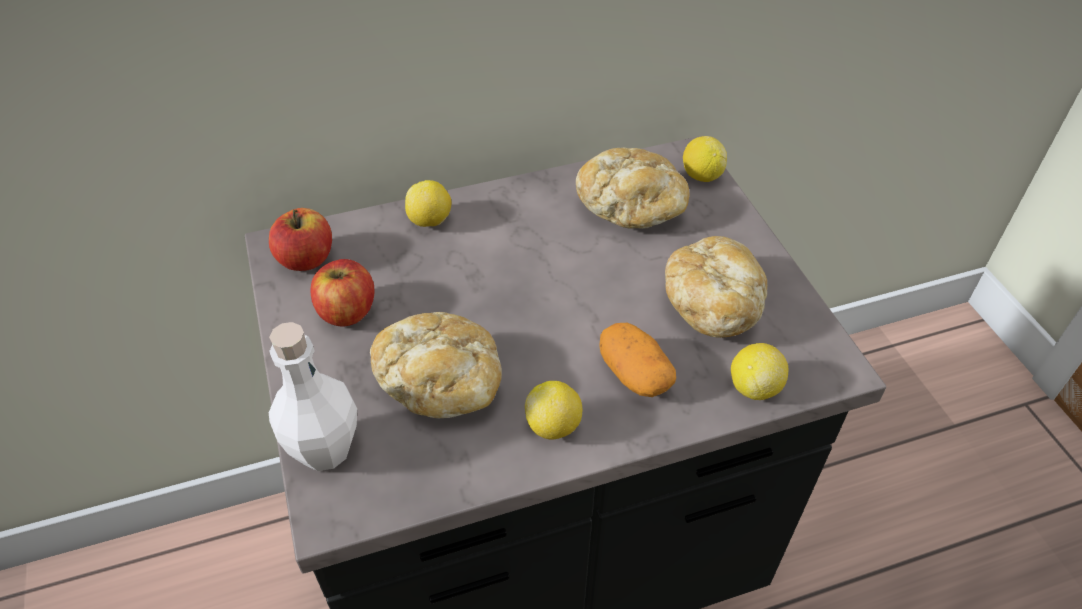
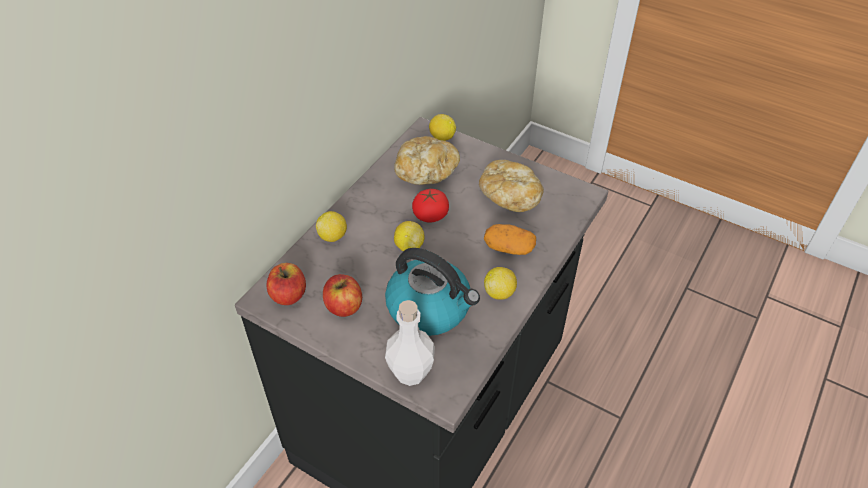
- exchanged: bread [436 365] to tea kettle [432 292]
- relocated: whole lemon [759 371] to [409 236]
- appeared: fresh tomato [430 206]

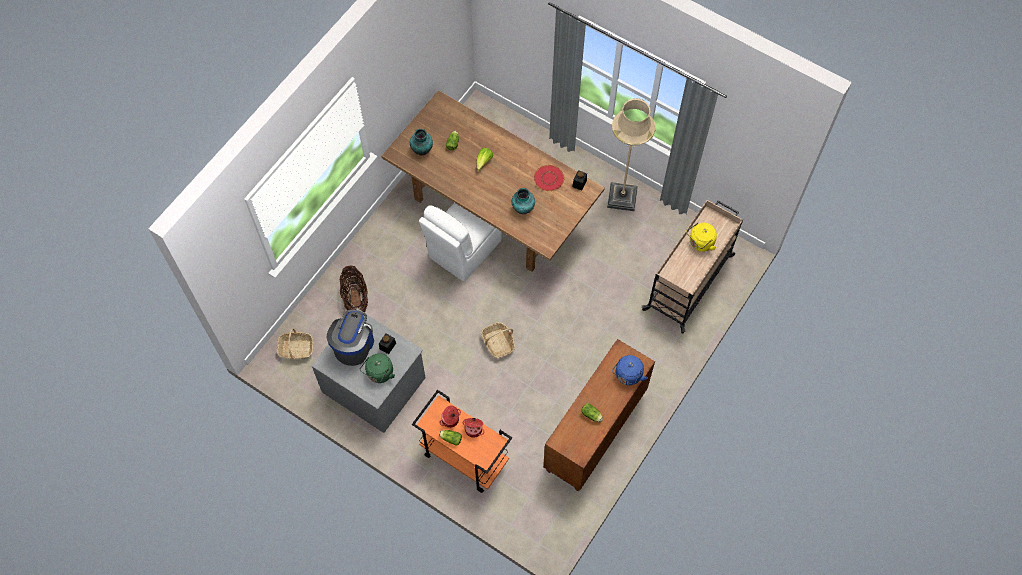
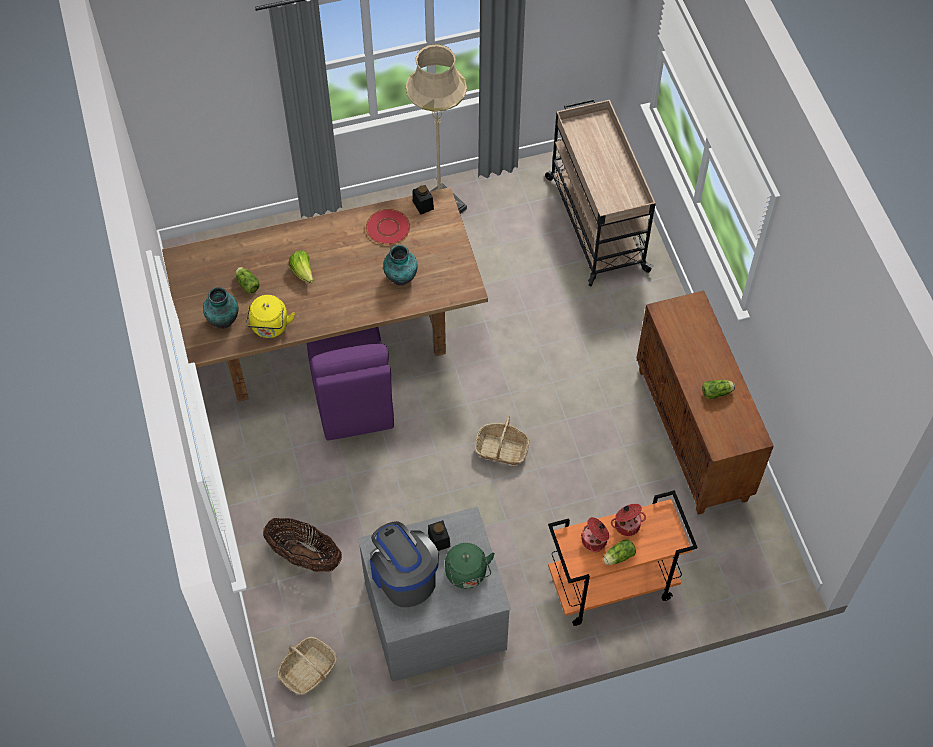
- colour: whitish upright chair [460 242] to purple upright chair [350 383]
- missing: blue-coloured tea kettle [630 370]
- relocated: yellow tea kettle [701 237] to [270 316]

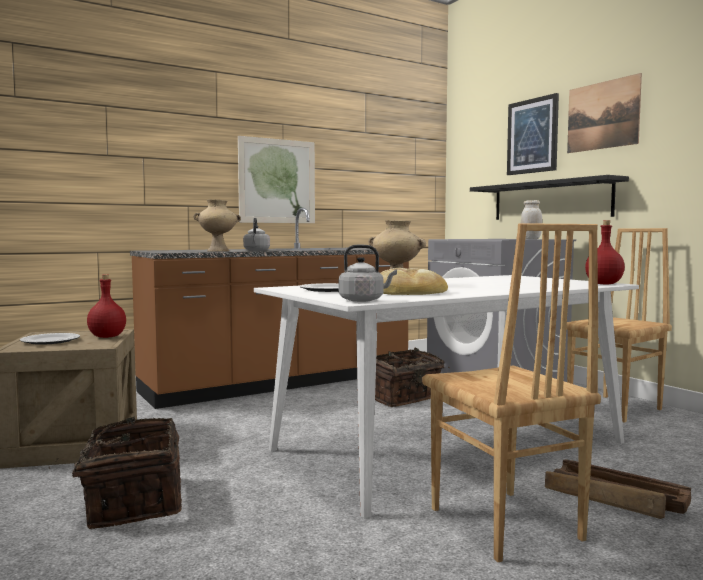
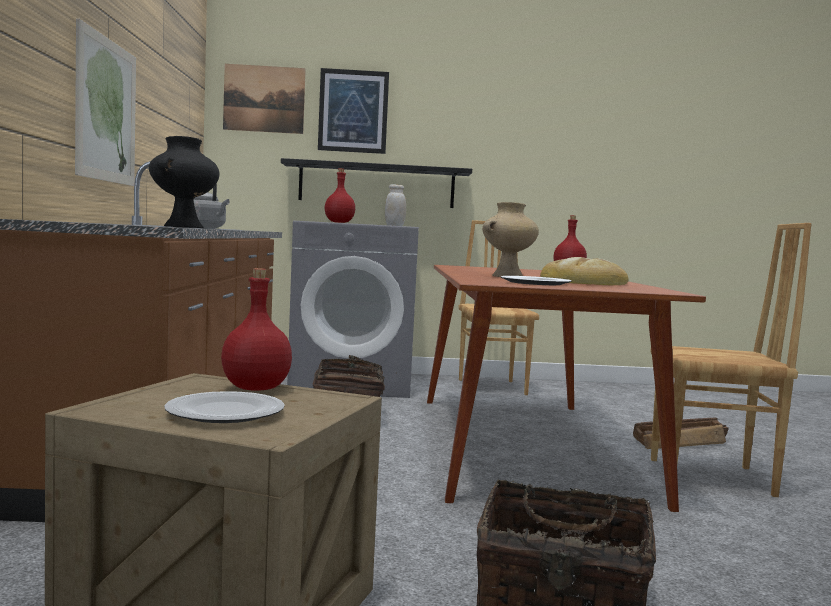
- colour: beige decorative vase [217 225] to black-coloured decorative vase [184 182]
- colour: whitish dining table [446 397] to brown dining table [566 388]
- missing: gray tea kettle [368 273]
- relocated: wall art [604 113] to [264 99]
- appeared: red-coloured drink bottle [340 195]

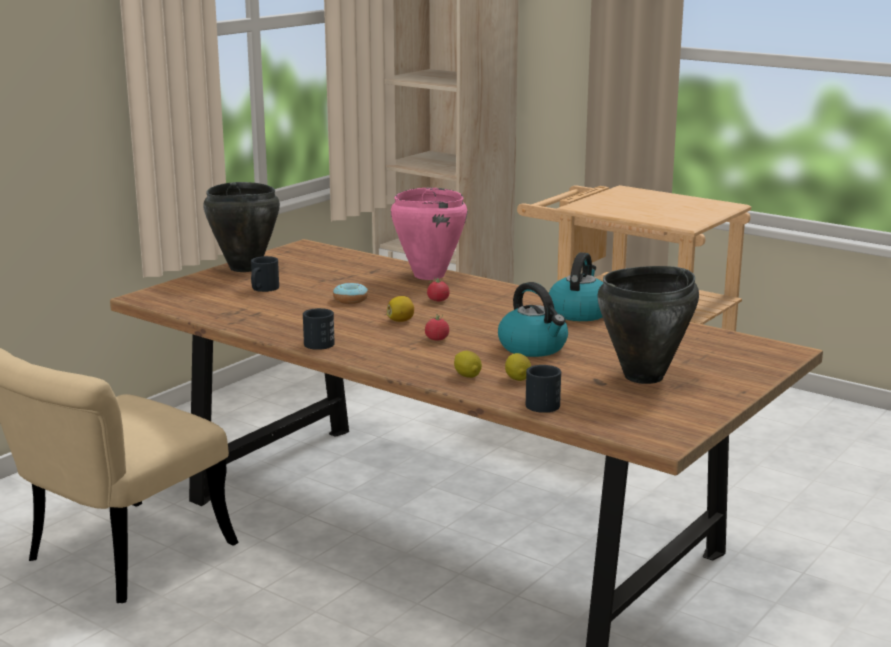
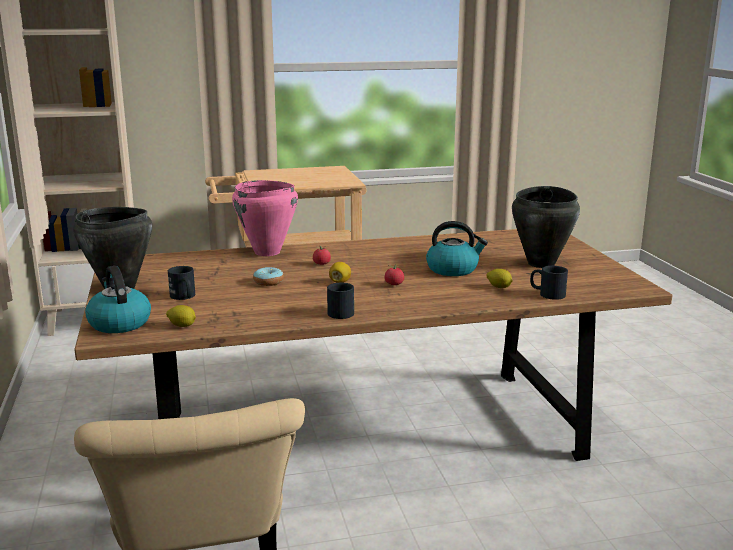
- relocated: whole lemon [468 364] to [181 316]
- relocated: tea kettle [576 286] to [118 299]

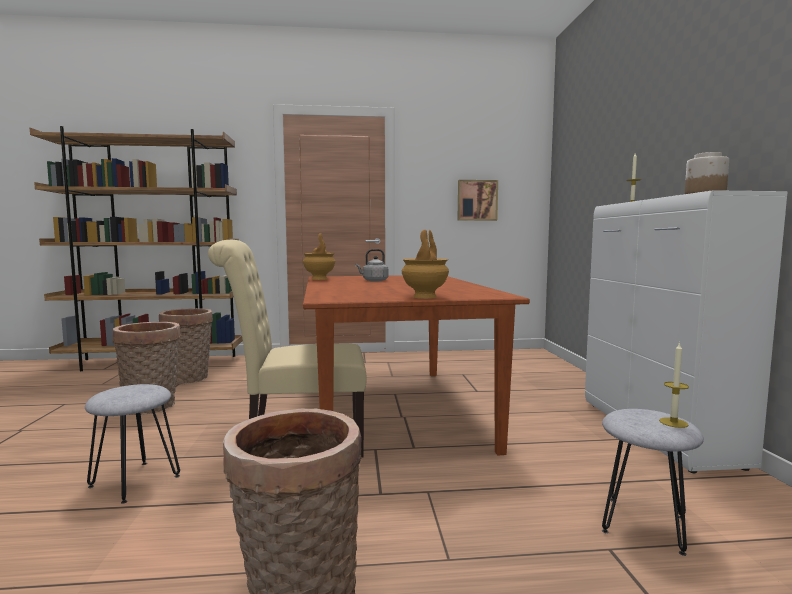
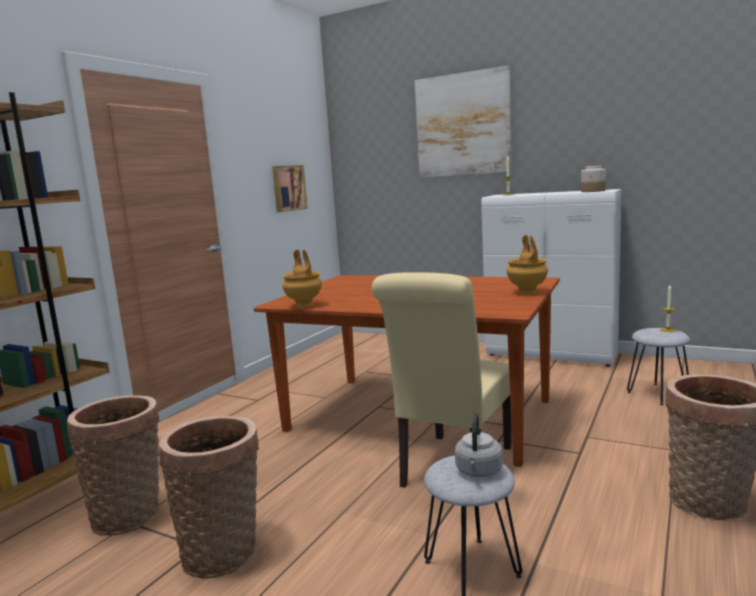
- relocated: gray tea kettle [372 265] to [479 445]
- appeared: wall art [463 122]

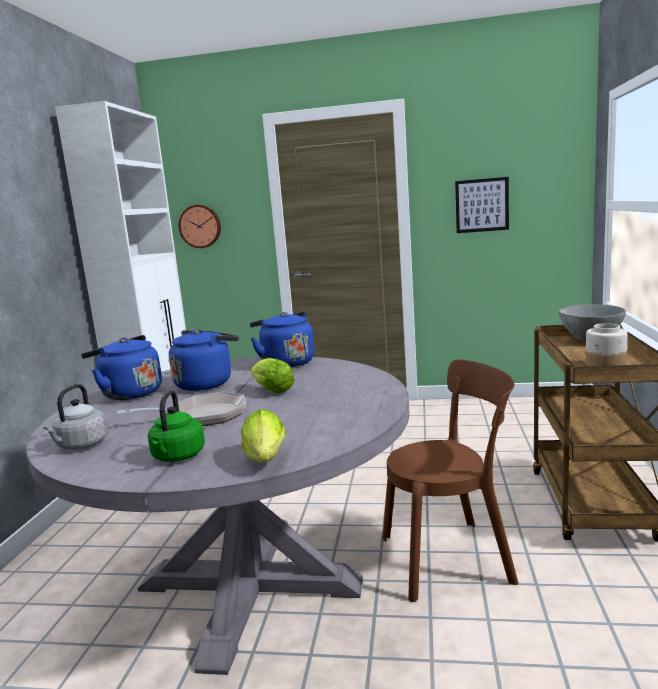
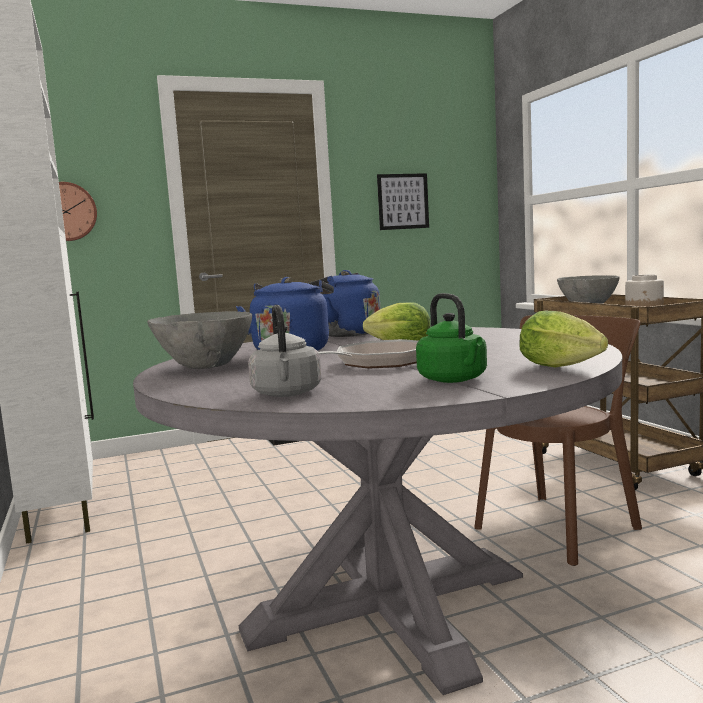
- exchanged: blue-coloured tea kettle [121 367] to gray deep dish [199 340]

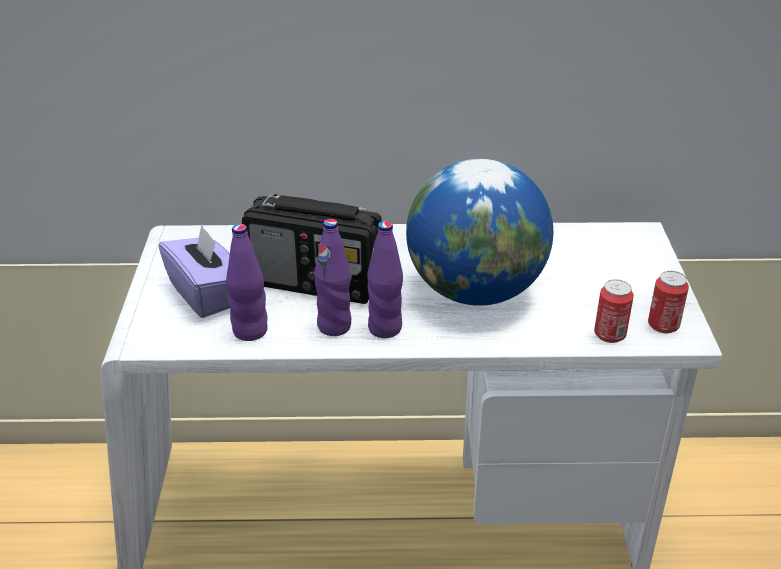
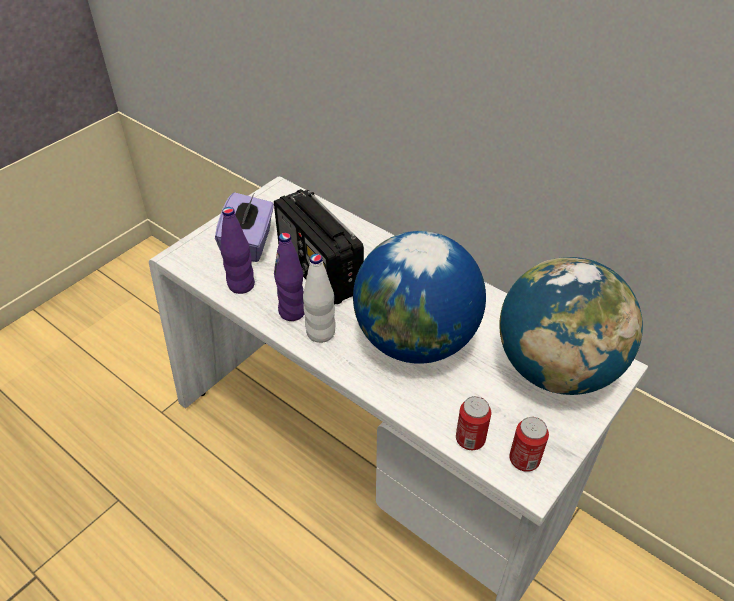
- colour: purple drink bottle [385 279] to whitish drink bottle [319 298]
- appeared: desk globe [571 326]

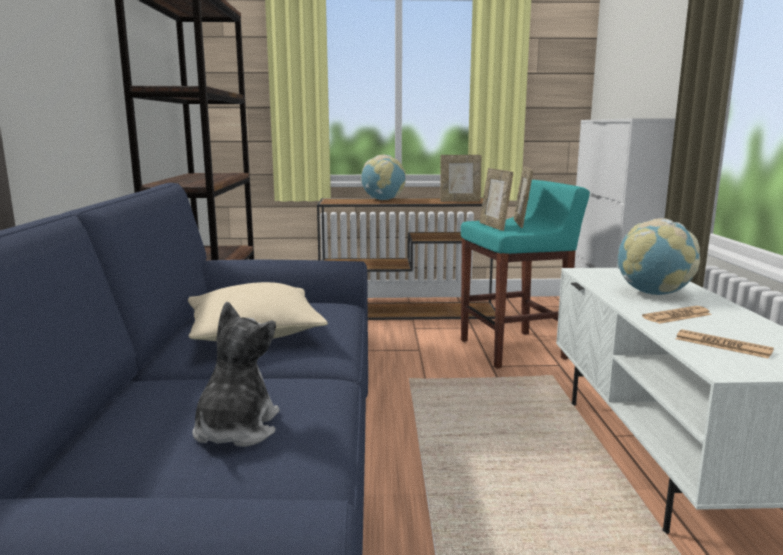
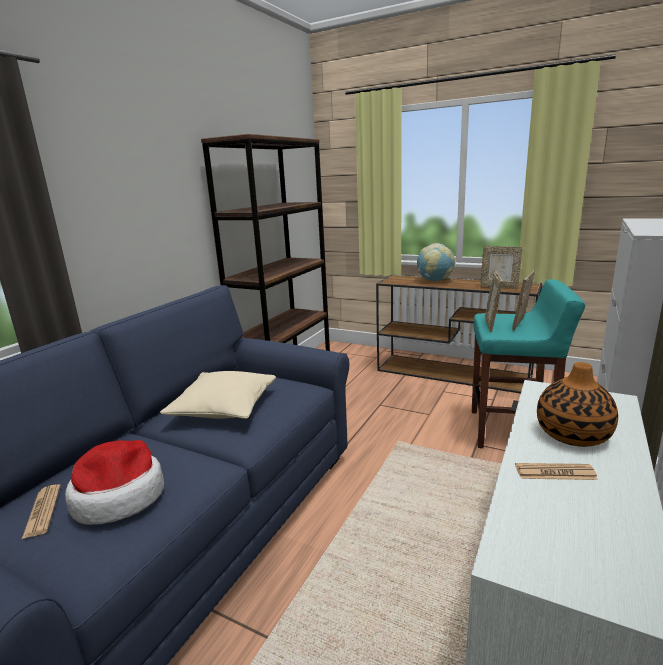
- exchanged: soft toy [236 374] to hat [114 482]
- exchanged: desk globe [658 256] to decorative vase [577 404]
- relocated: printed paper [725 344] to [41 511]

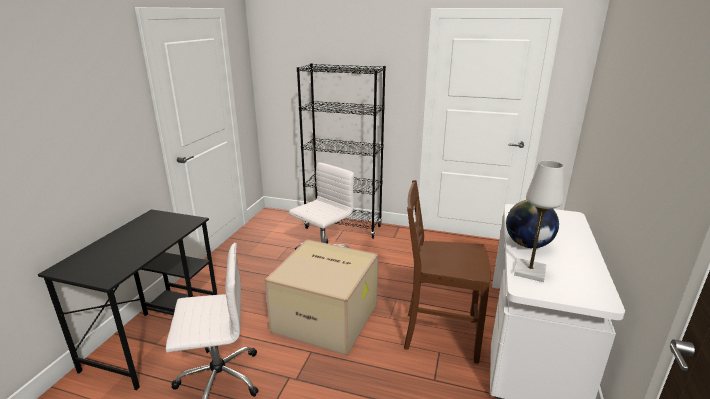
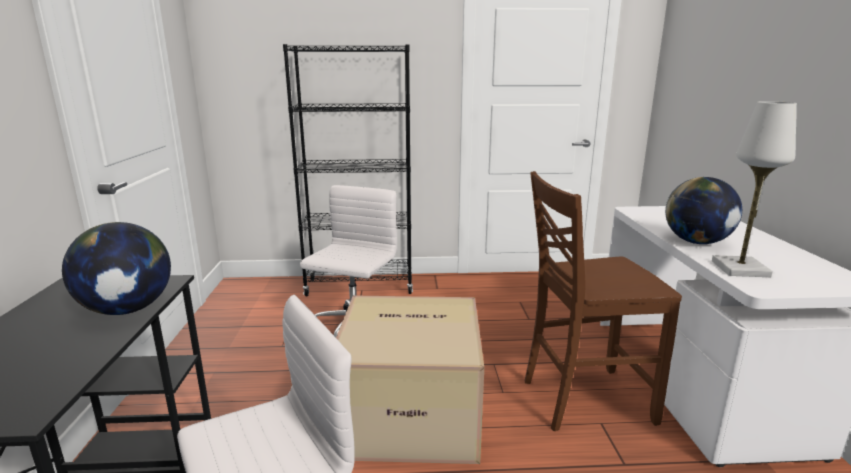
- appeared: desk globe [116 268]

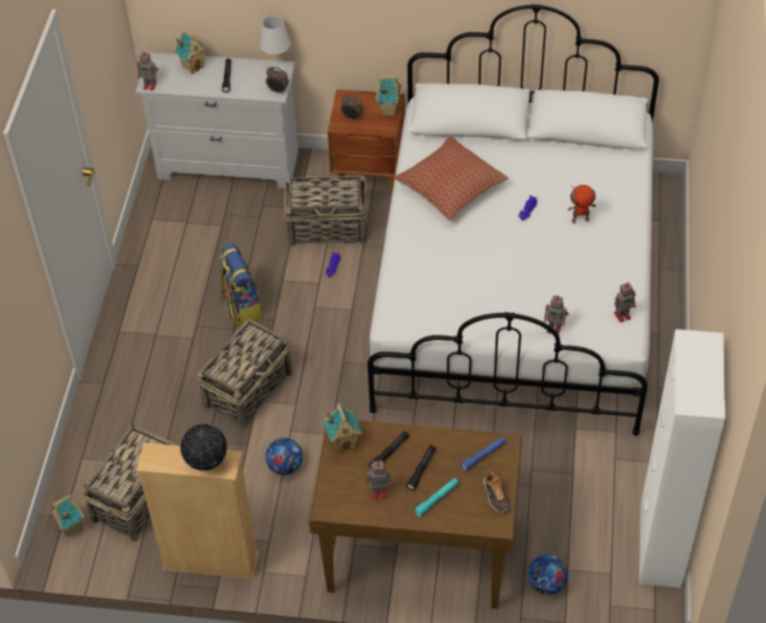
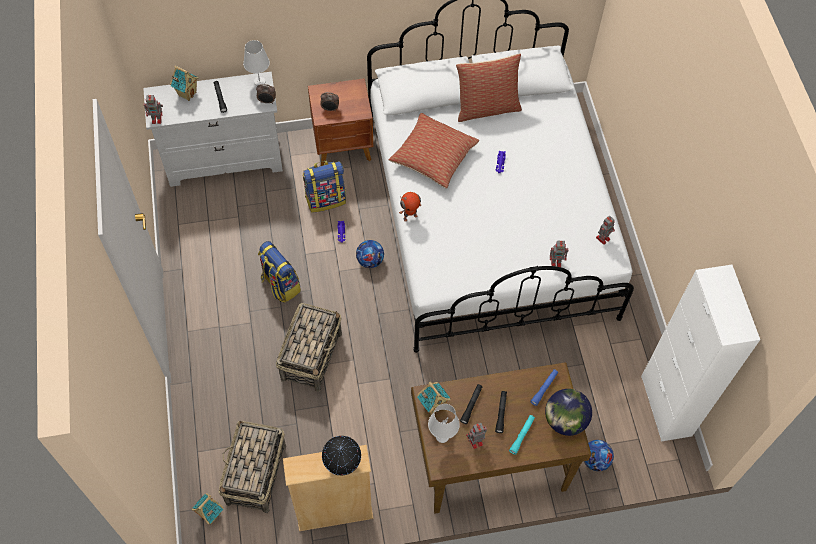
- relocated: football [284 456] to [370 254]
- exchanged: household basket [326 211] to backpack [324 187]
- missing: miniature house [388 96]
- exchanged: low shoe [496 491] to desk globe [568 412]
- relocated: robot figure [581 204] to [410 207]
- appeared: whitish table lamp [444 423]
- appeared: pillow [489 87]

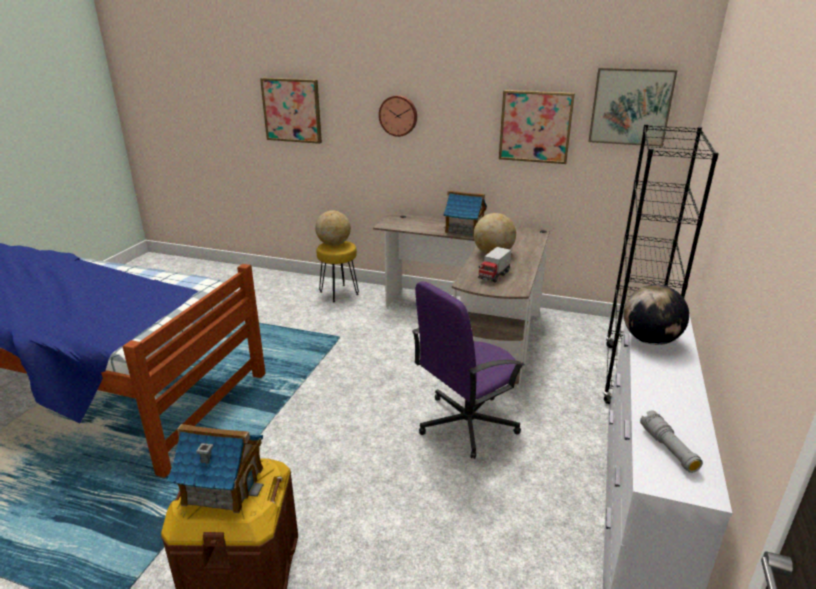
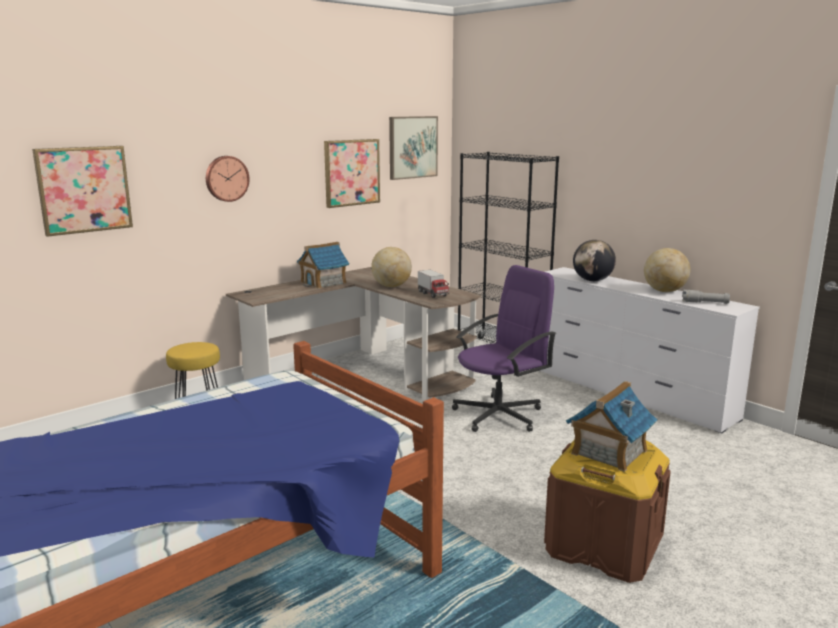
- relocated: desk globe [333 228] to [667 270]
- spun: purple computer chair [468 370] = [504 348] 120 degrees counterclockwise

